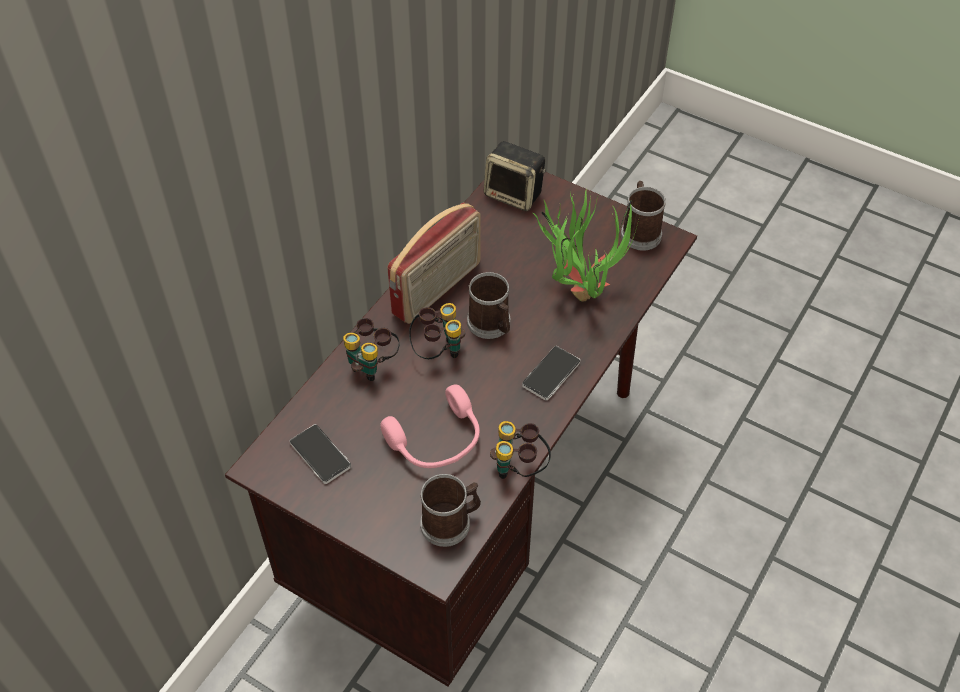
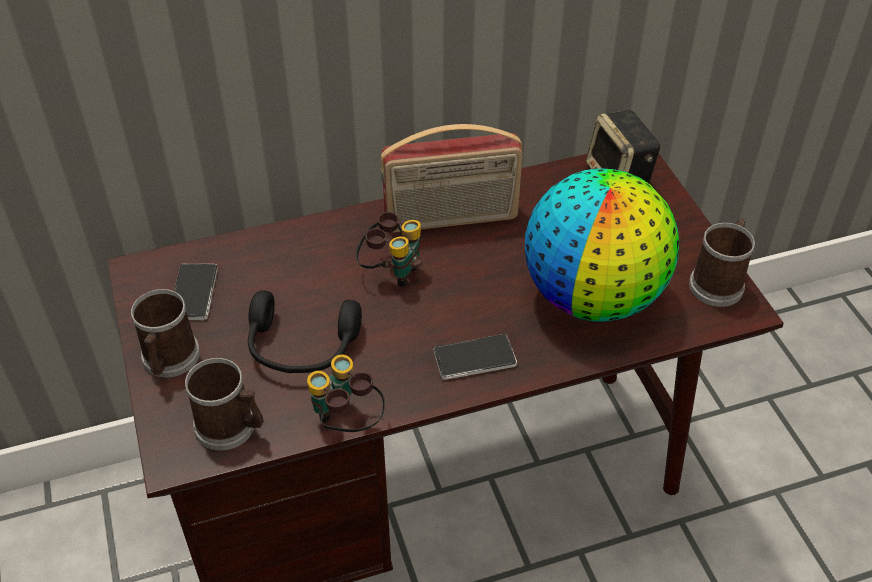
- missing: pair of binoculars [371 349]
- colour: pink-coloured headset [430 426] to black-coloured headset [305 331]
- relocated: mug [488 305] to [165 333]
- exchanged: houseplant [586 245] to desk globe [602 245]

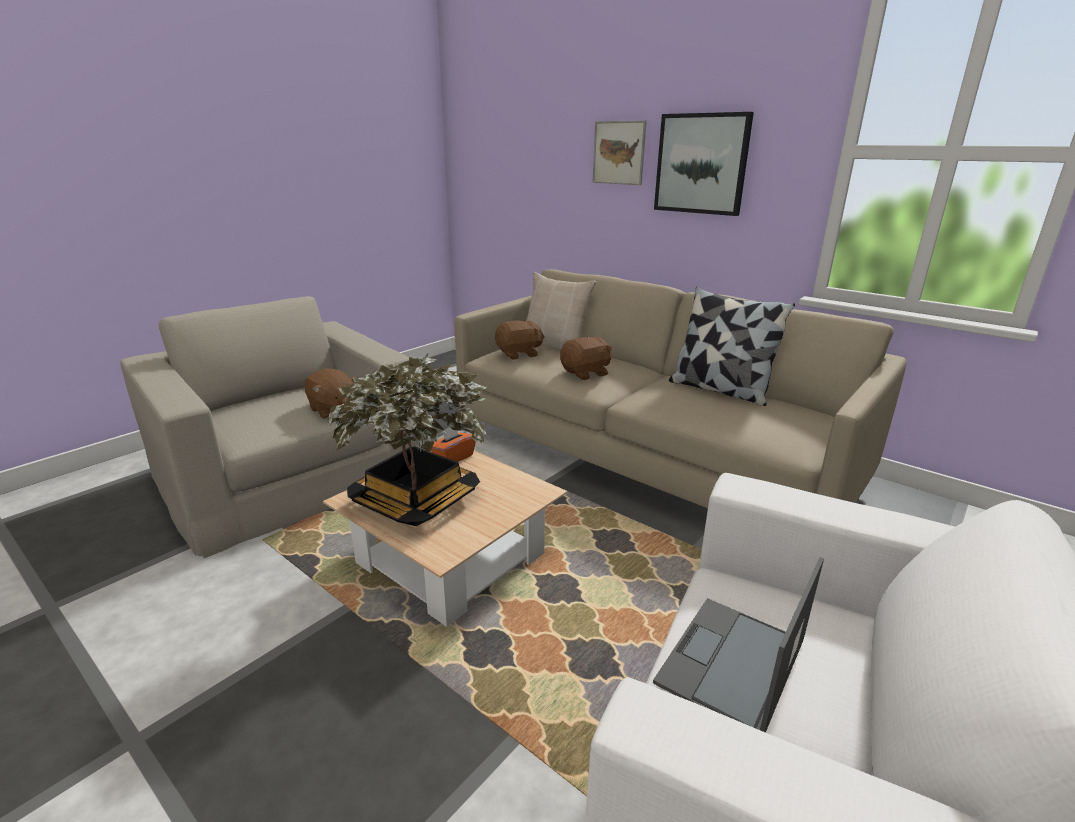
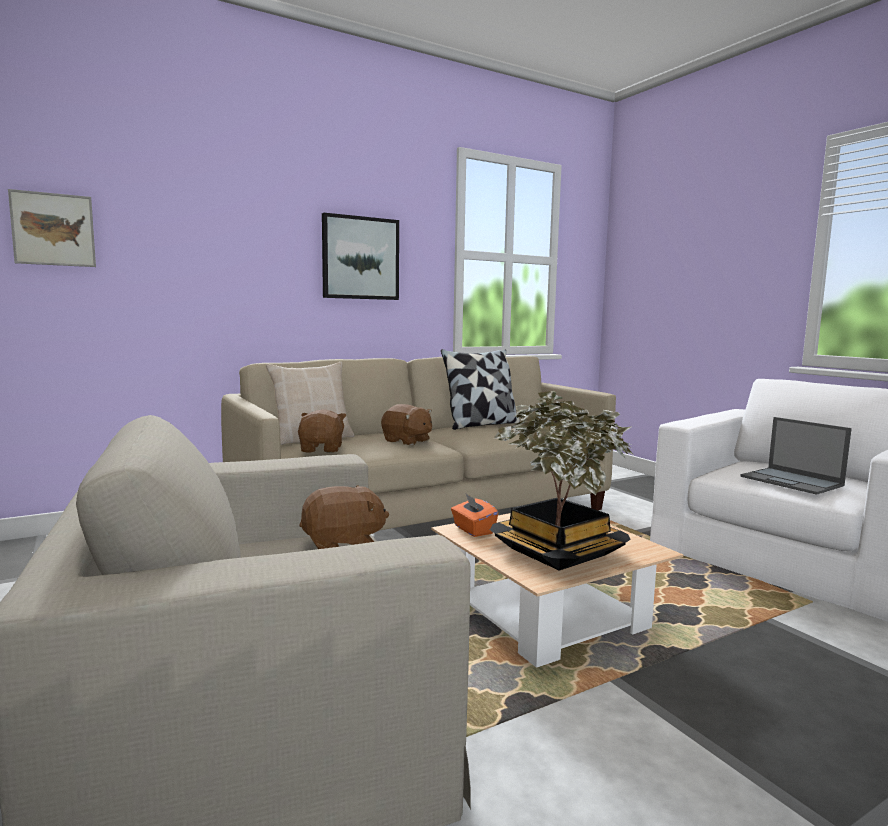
- spun: brown soft toy [586 358] = [406 425] 135 degrees clockwise
- relocated: wall art [619 152] to [52 228]

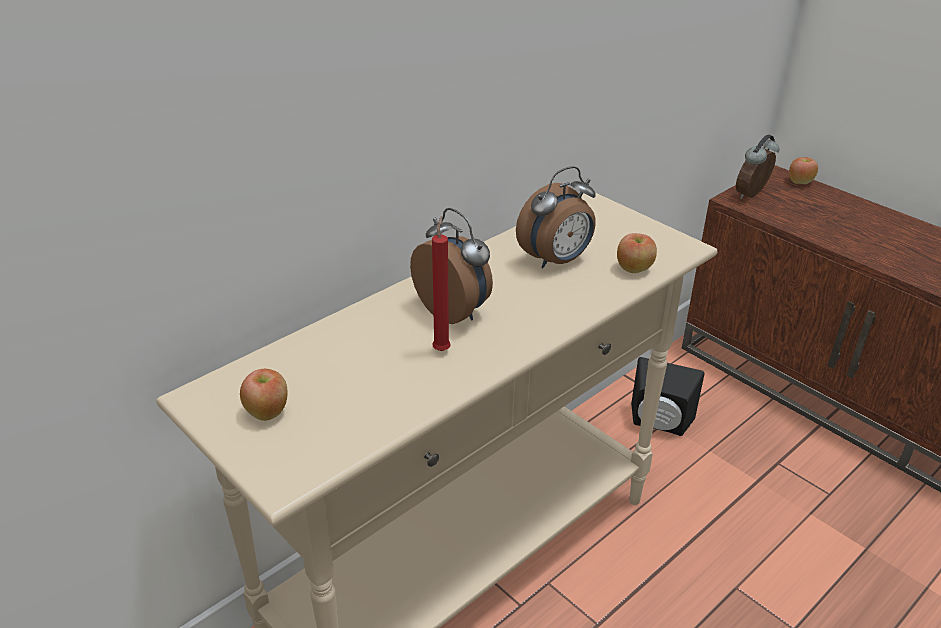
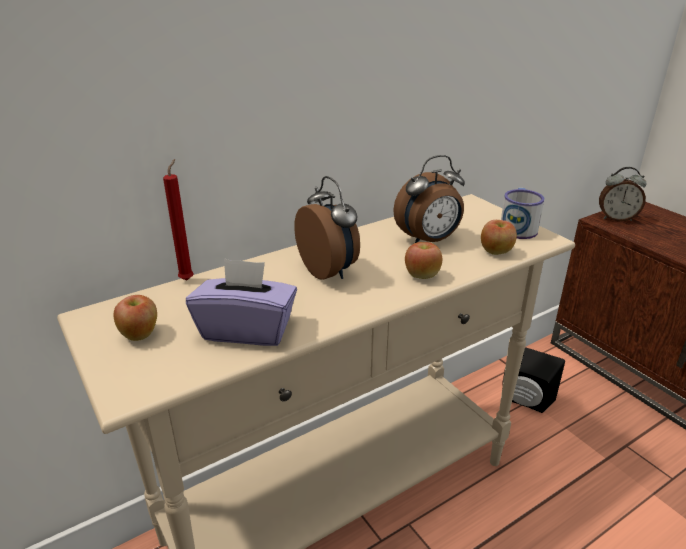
- relocated: red-coloured wax candle [441 283] to [178 219]
- spun: alarm clock [758 166] = [623 194] 135 degrees counterclockwise
- relocated: apple [803 170] to [423 260]
- appeared: purple tissue holder [241 302]
- appeared: mug [522 213]

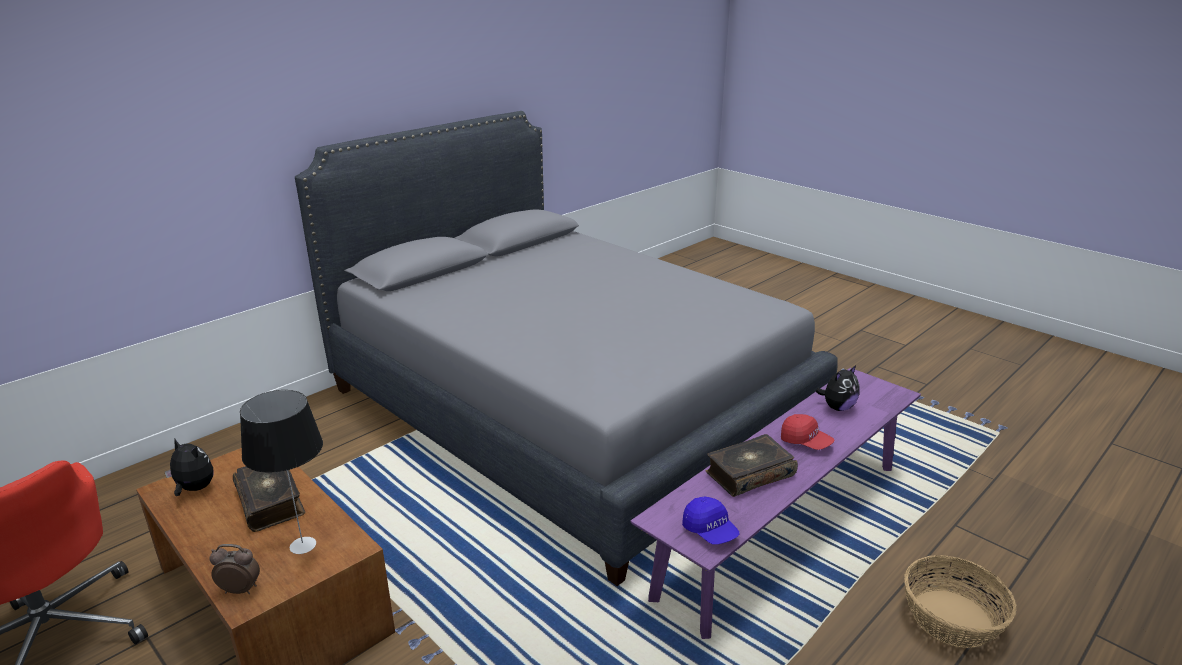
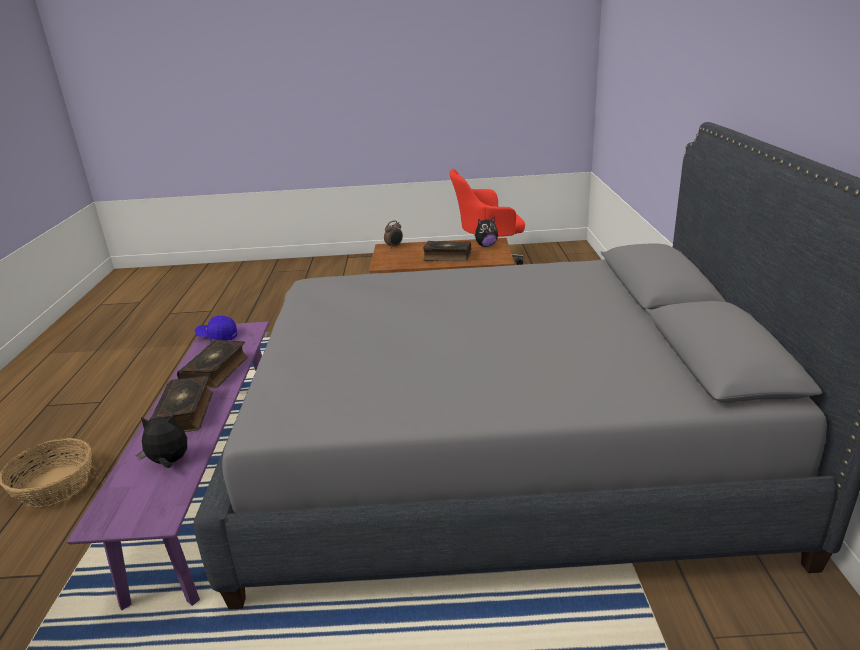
- missing: table lamp [281 472]
- exchanged: red-coloured cap [808 432] to volume [180 404]
- spun: soft toy [838 388] = [161 441] 75 degrees clockwise

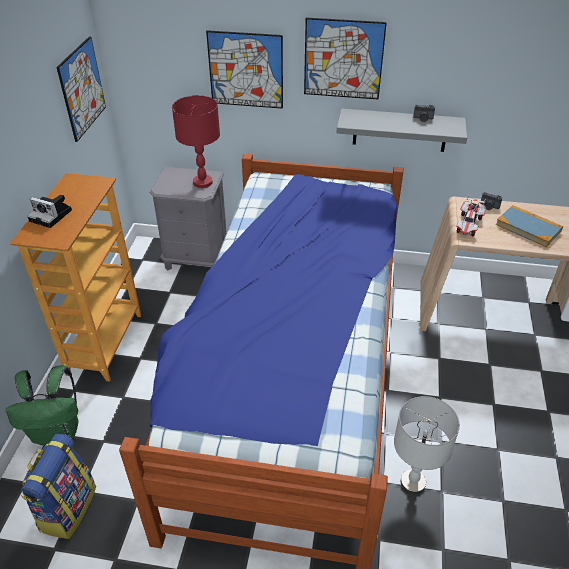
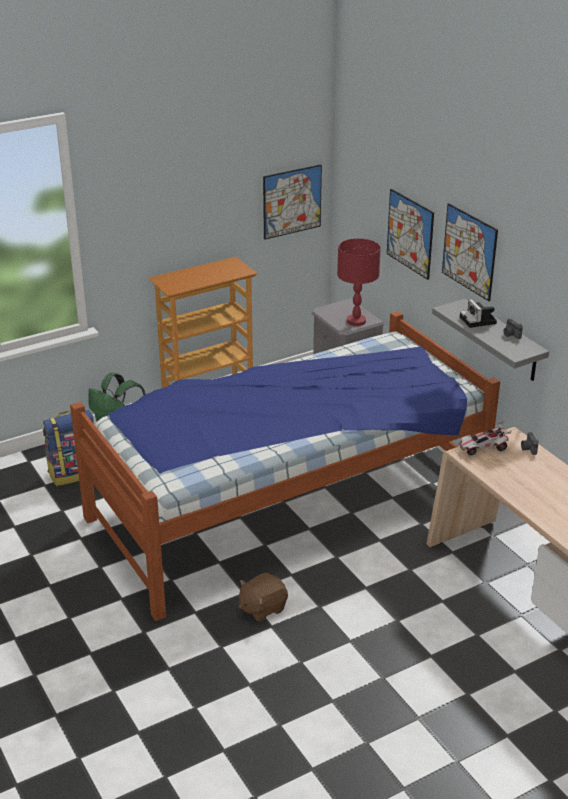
- relocated: still camera [49 211] to [478 313]
- exchanged: gray table lamp [427 445] to brown soft toy [263 597]
- missing: volume [529 226]

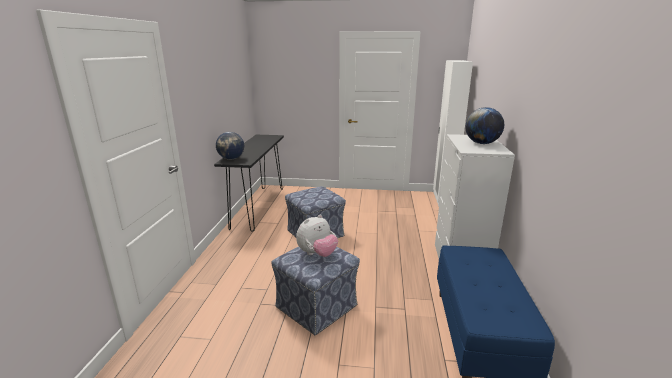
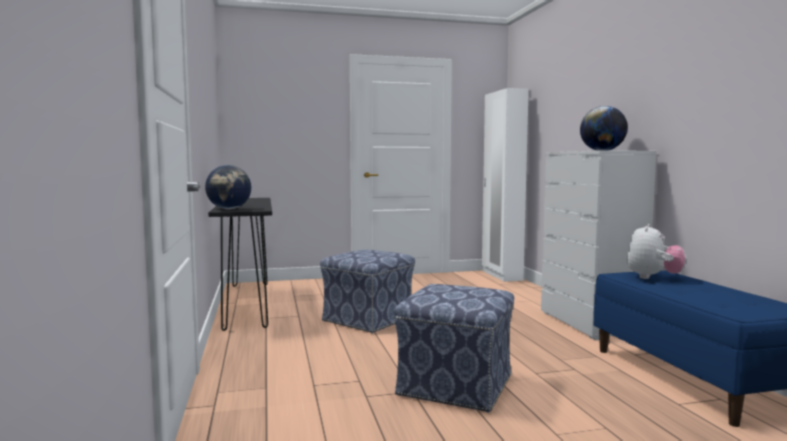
- relocated: soft toy [317 236] to [656 251]

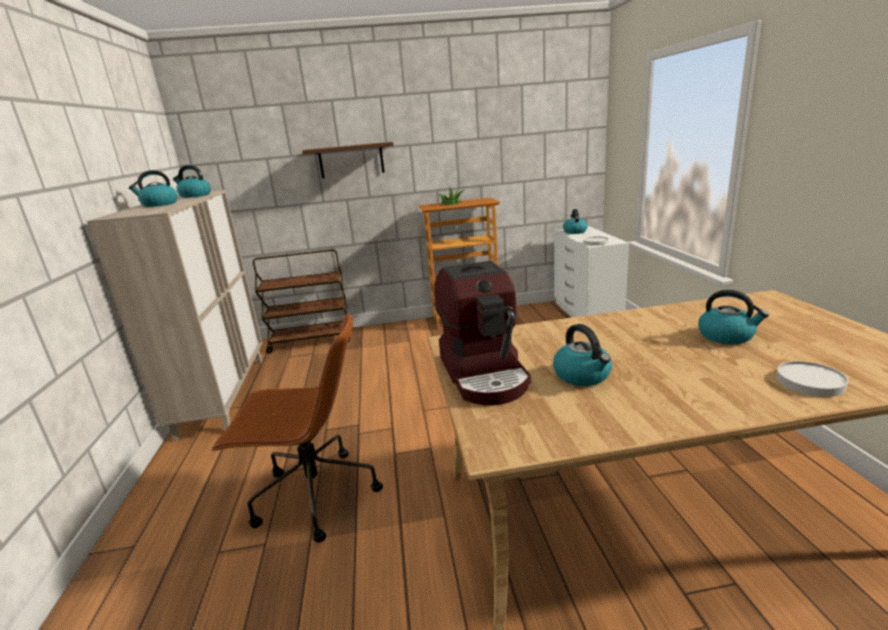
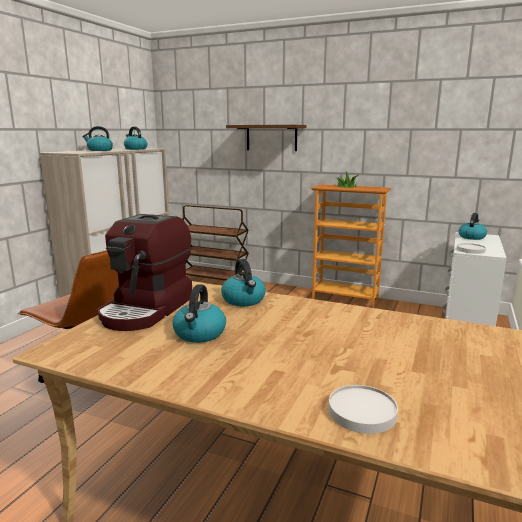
- relocated: tea kettle [733 317] to [243 282]

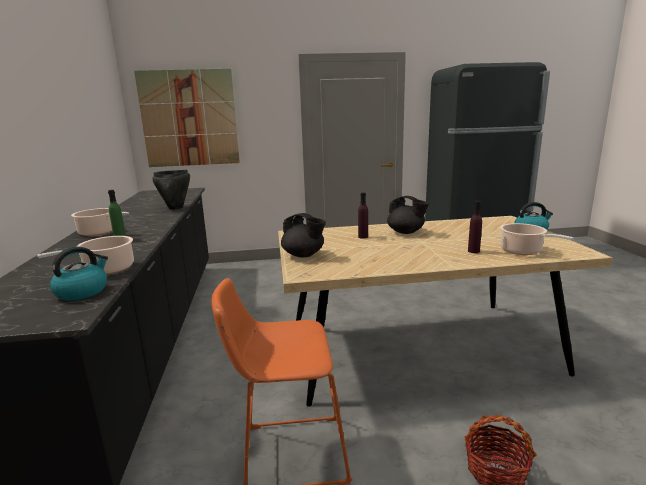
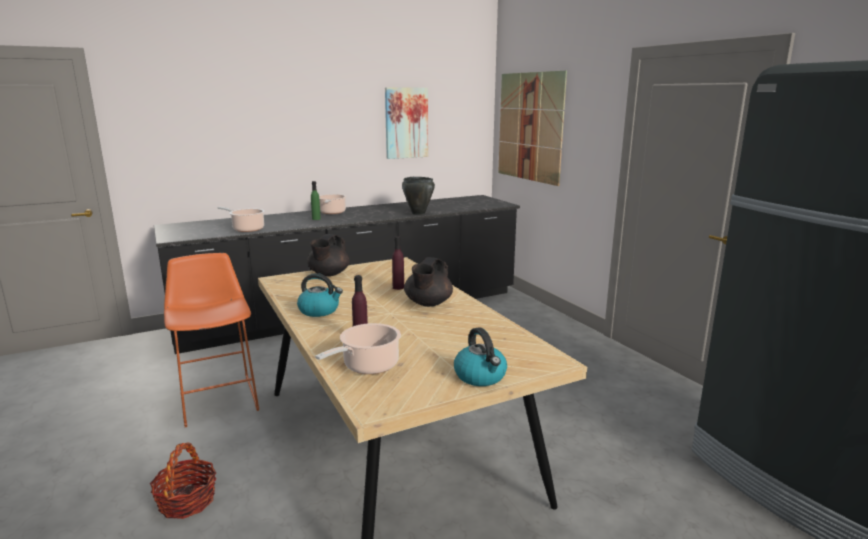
- relocated: tea kettle [79 274] to [320 295]
- appeared: wall art [406 123]

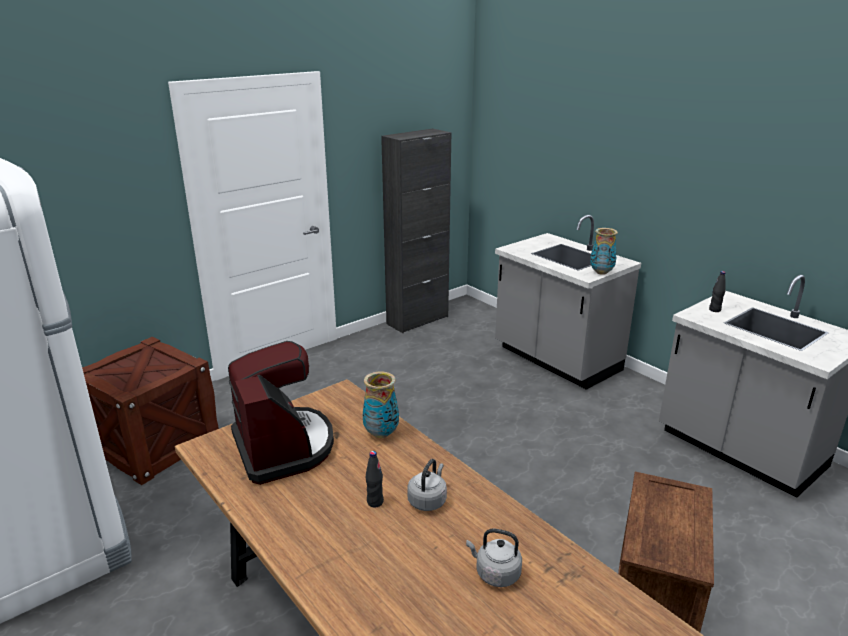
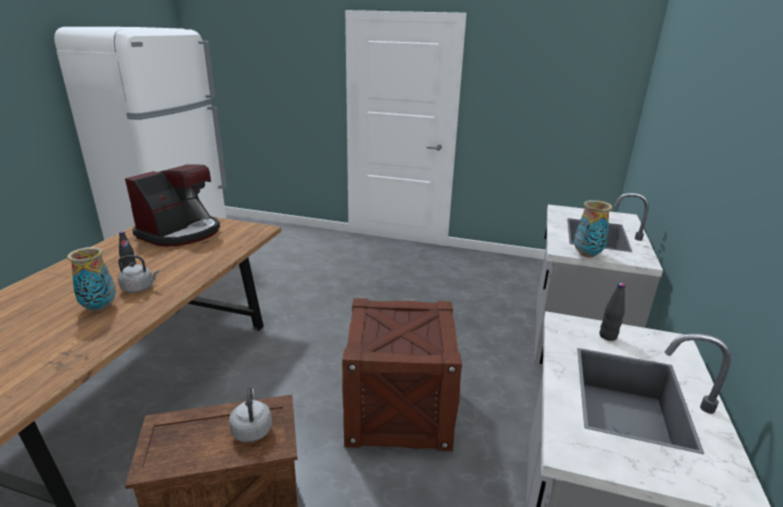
- relocated: shipping crate [150 411] to [401 374]
- relocated: decorative vase [381 404] to [91 279]
- missing: black-coloured cupboard [416 230]
- relocated: gray tea kettle [494 557] to [250 414]

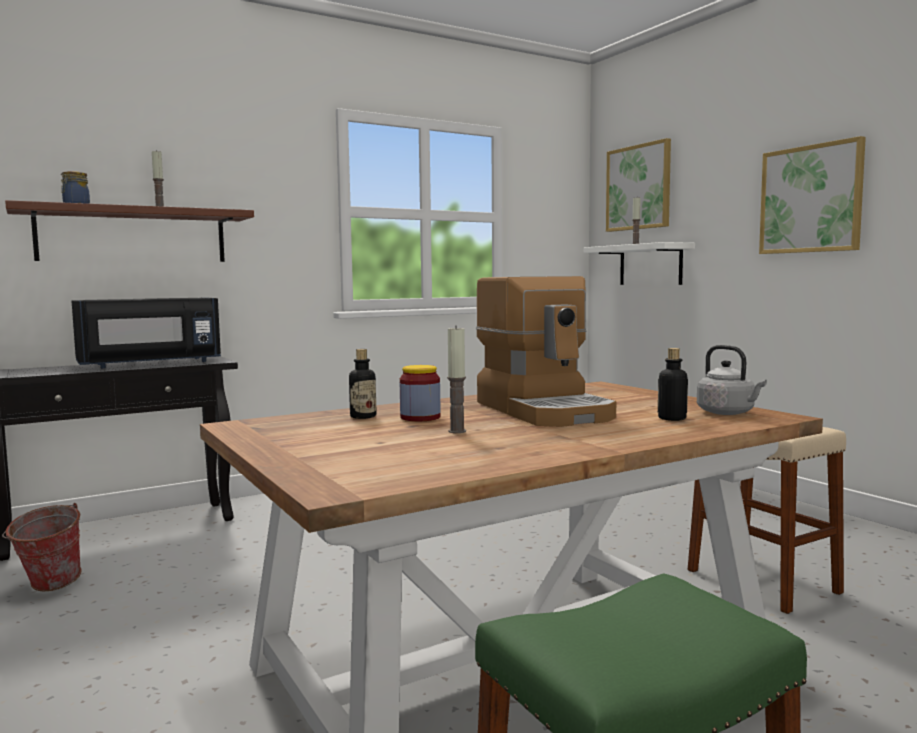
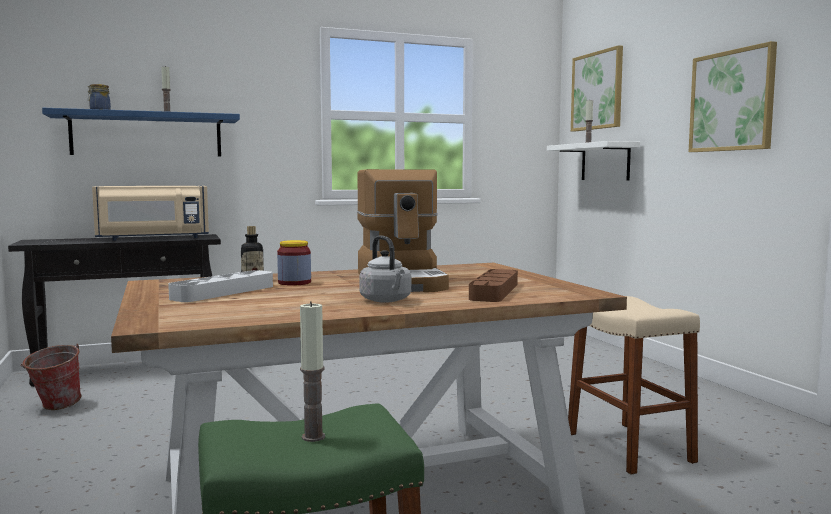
- colour: brown shelf [129 231] to blue-coloured shelf [141 132]
- colour: black-coloured microwave oven [146 333] to beige microwave oven [150 213]
- relocated: wax candle [456 379] to [312 371]
- exchanged: drink bottle [673 384] to brown tray [493 285]
- relocated: gray tea kettle [732 380] to [385 269]
- appeared: gray tray [220 286]

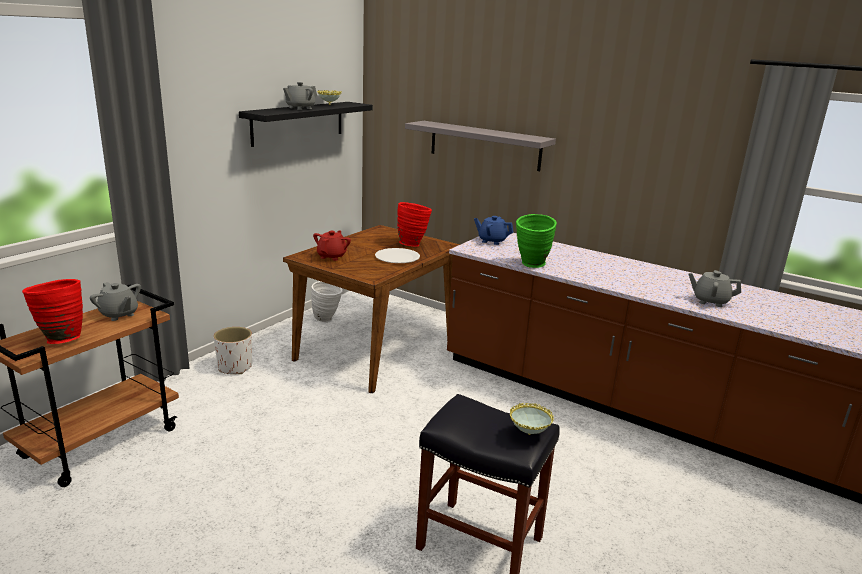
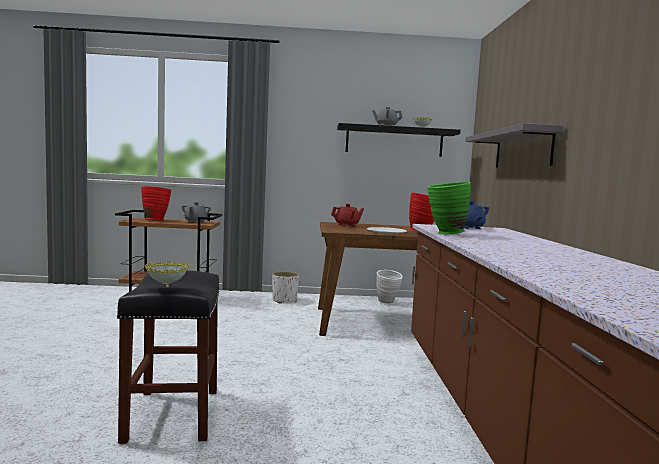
- missing: gray teapot [715 288]

